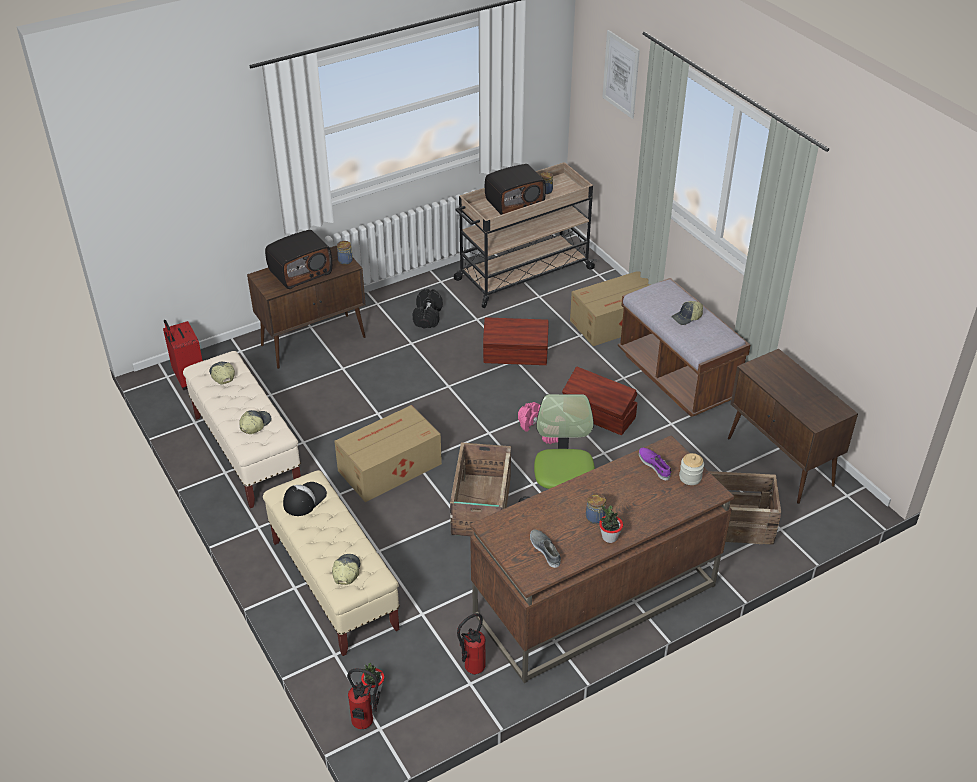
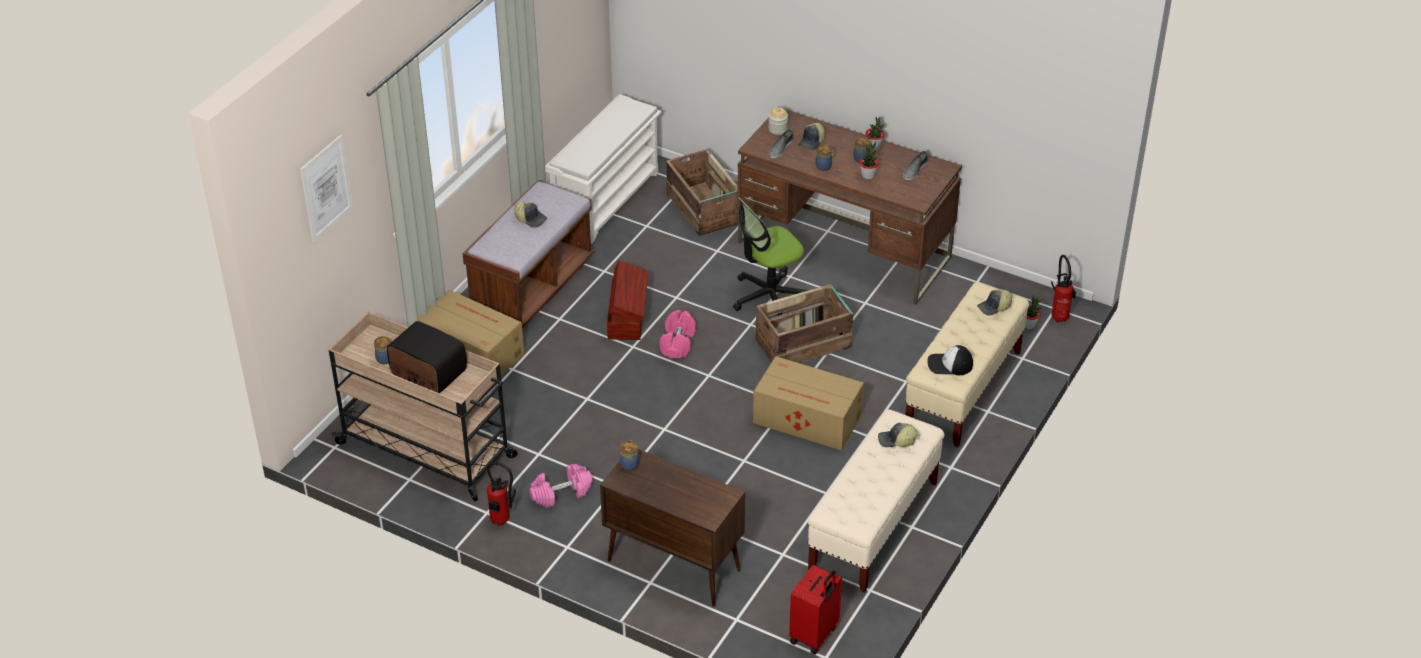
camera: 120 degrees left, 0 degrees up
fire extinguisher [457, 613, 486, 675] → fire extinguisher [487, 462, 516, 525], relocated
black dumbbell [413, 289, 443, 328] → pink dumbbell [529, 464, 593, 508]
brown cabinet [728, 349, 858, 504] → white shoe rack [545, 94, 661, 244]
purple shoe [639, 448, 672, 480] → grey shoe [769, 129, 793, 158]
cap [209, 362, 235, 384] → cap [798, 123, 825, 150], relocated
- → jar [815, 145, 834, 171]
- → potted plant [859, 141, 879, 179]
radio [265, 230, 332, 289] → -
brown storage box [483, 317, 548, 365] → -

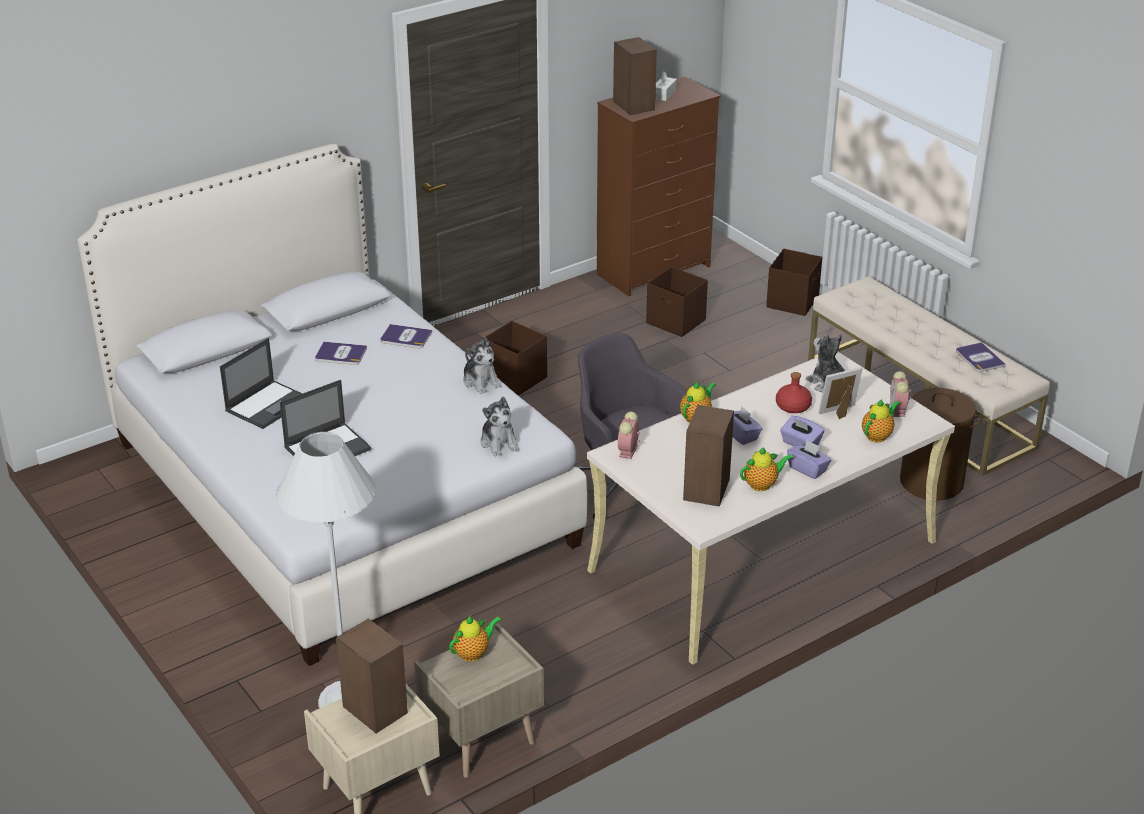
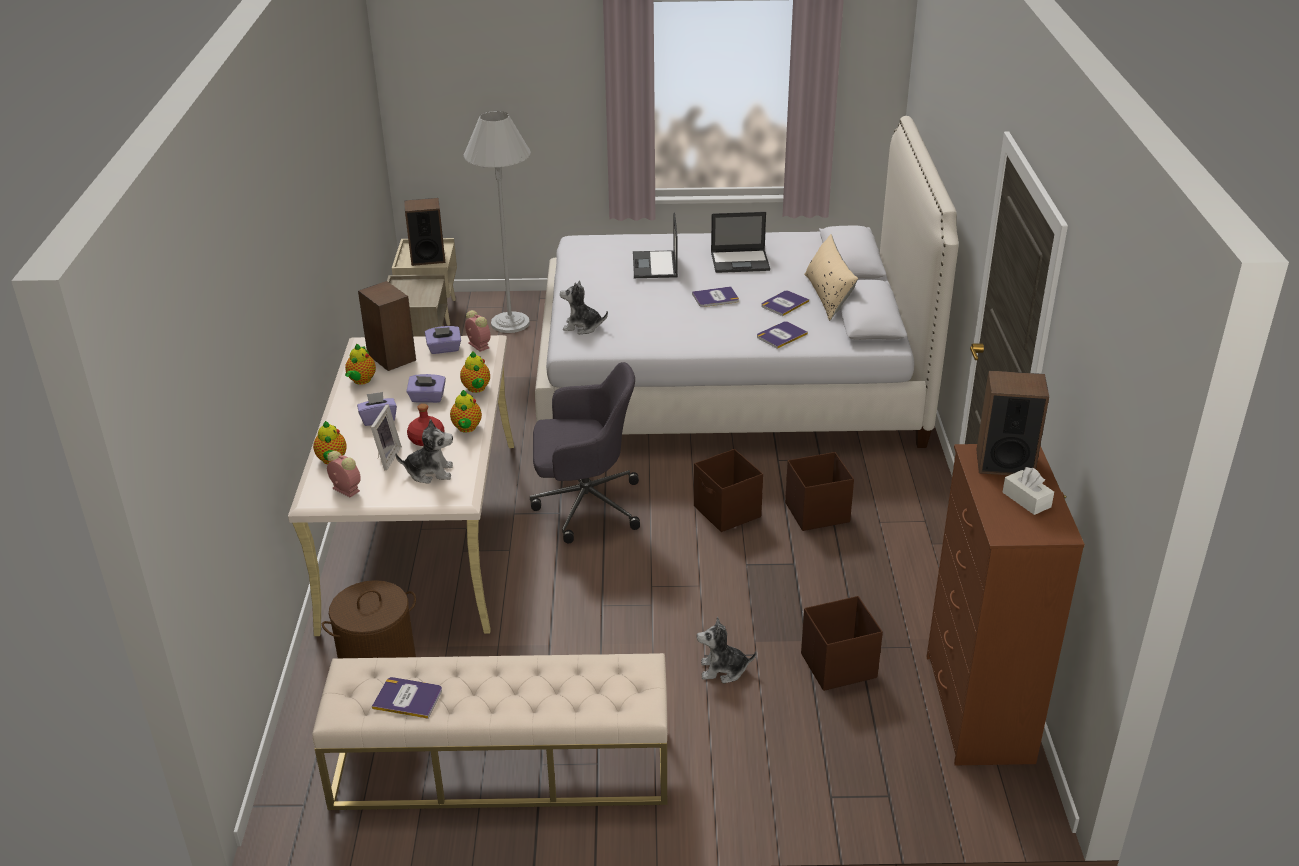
camera: 125 degrees right, 0 degrees up
purple tissue box [787, 440, 831, 479] → purple tissue box [425, 326, 461, 354], relocated
teapot [449, 616, 502, 662] → teapot [450, 390, 482, 433], relocated
- → book [692, 286, 739, 307]
brown storage box [766, 249, 822, 316] → brown storage box [694, 449, 763, 532], relocated
plush toy [463, 336, 502, 394] → plush toy [697, 617, 756, 683], relocated
laptop [220, 338, 302, 429] → laptop [711, 212, 770, 273], 75 degrees counterclockwise
- → beige pillow [804, 234, 858, 321]

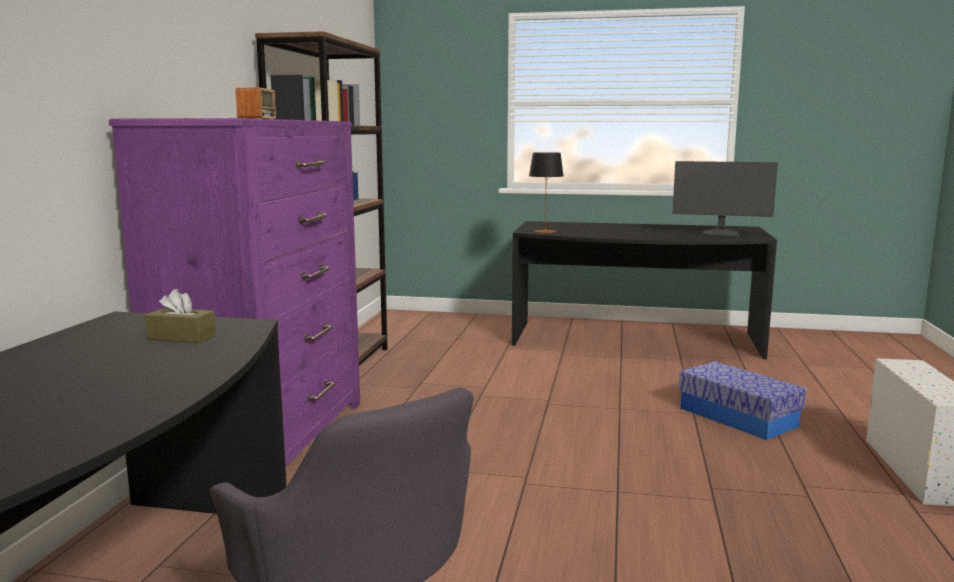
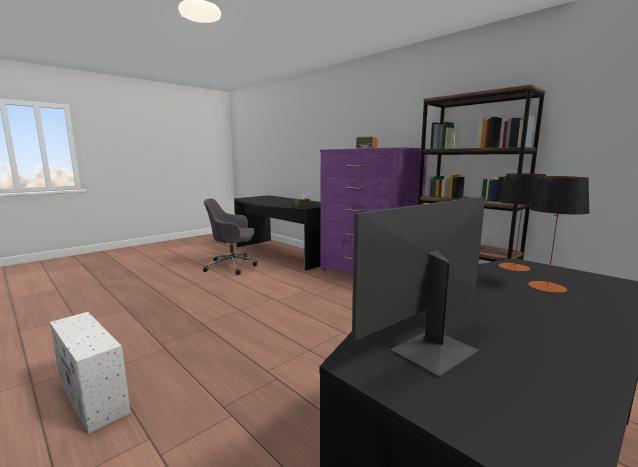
camera: 125 degrees right, 0 degrees up
- → table lamp [528, 176, 590, 293]
storage box [679, 361, 806, 440] → -

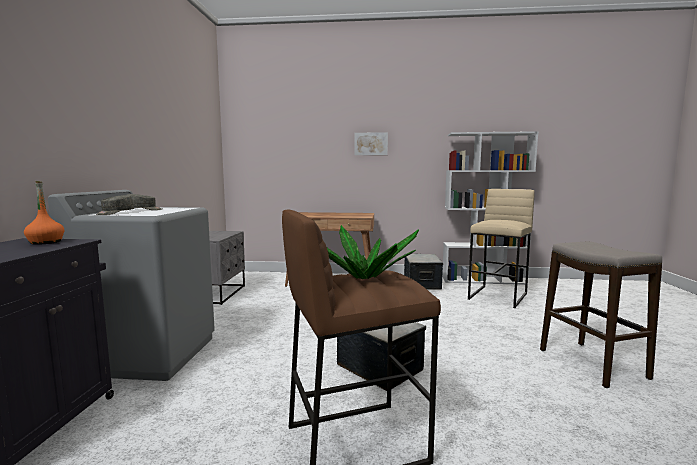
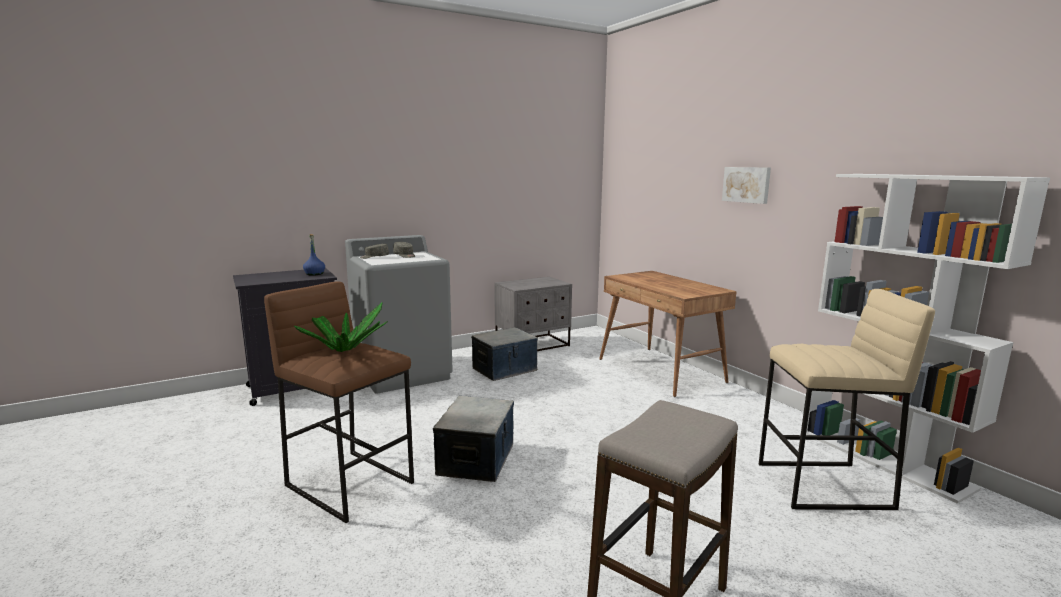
camera: 55 degrees right, 5 degrees up
orange bottle [24, 181, 64, 245] → blue bottle [303, 234, 325, 276]
storage box [404, 254, 443, 290] → storage box [471, 327, 538, 381], relocated

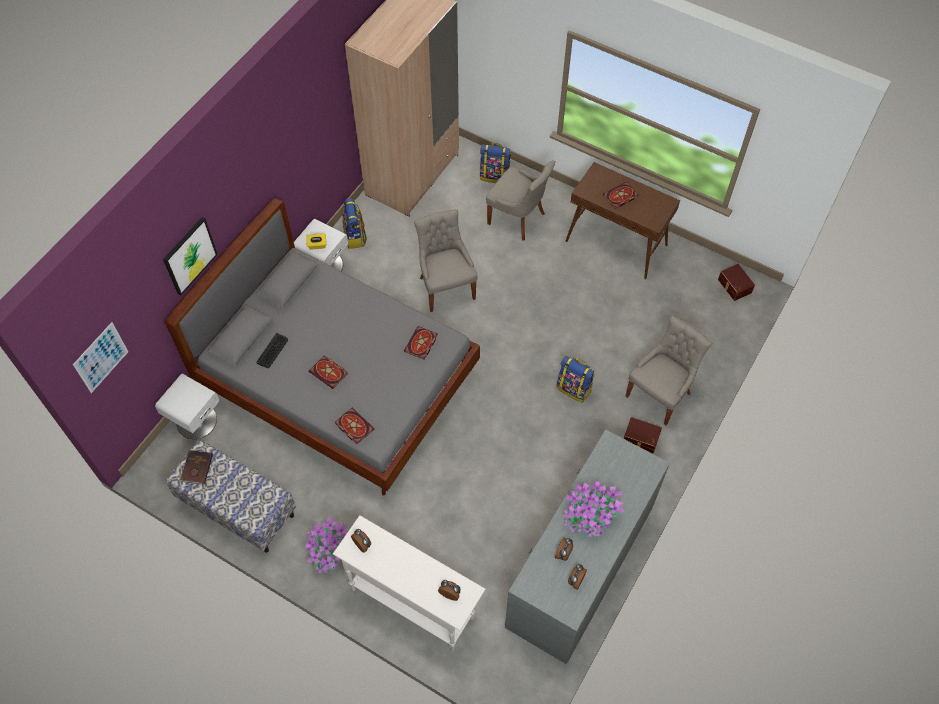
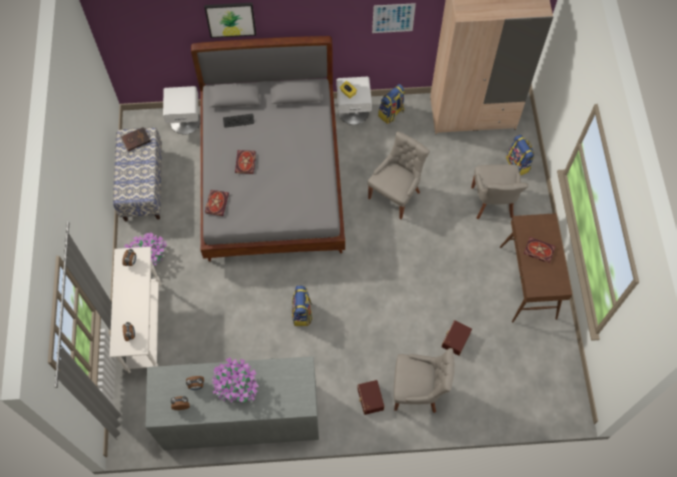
camera: 55 degrees right, 5 degrees up
backpack [556, 356, 595, 403] → backpack [292, 285, 312, 326], relocated
picture [73, 322, 128, 393] → picture [372, 3, 416, 33], relocated
brown storage box [718, 264, 755, 301] → brown storage box [441, 320, 472, 356], relocated
book [404, 326, 438, 360] → -

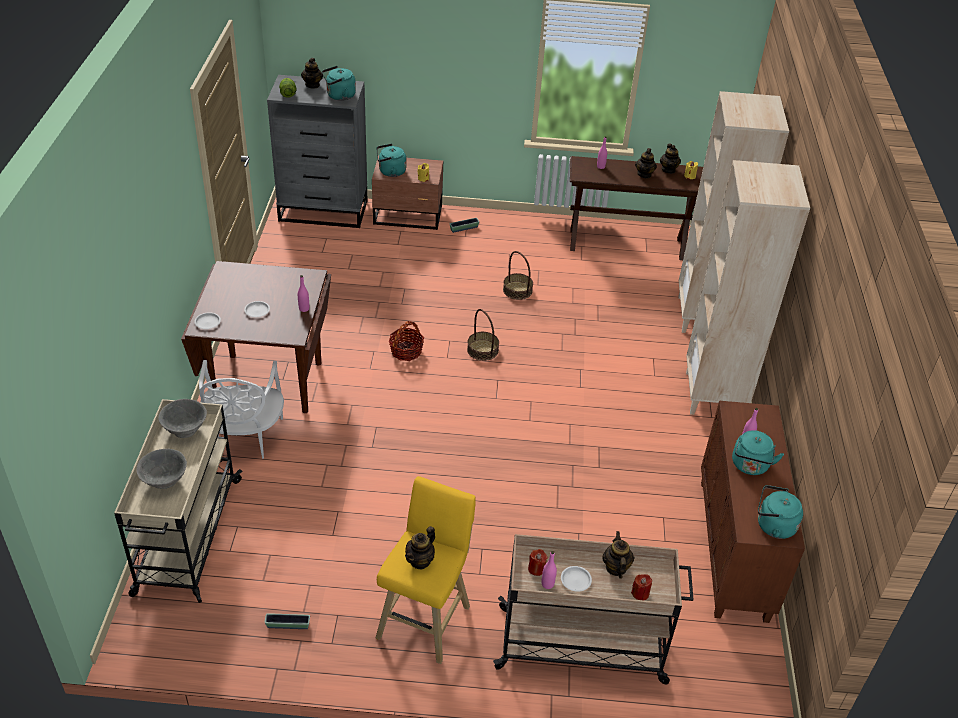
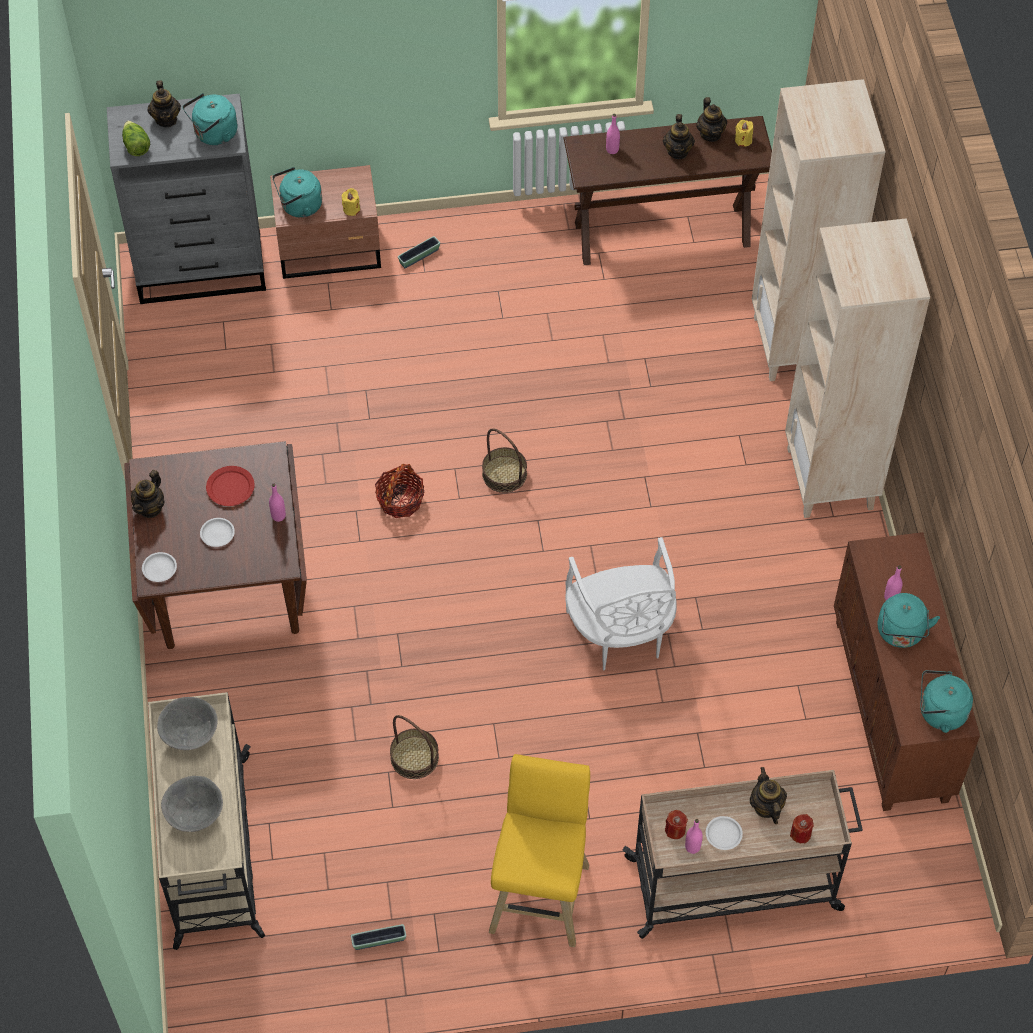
camera: 10 degrees left, 15 degrees up
teapot [405, 526, 435, 569] → teapot [131, 470, 165, 518], relocated
- → red plate [206, 466, 255, 506]
basket [503, 251, 533, 300] → basket [390, 715, 439, 779], relocated
white chair [199, 360, 284, 459] → white chair [565, 537, 677, 671], relocated

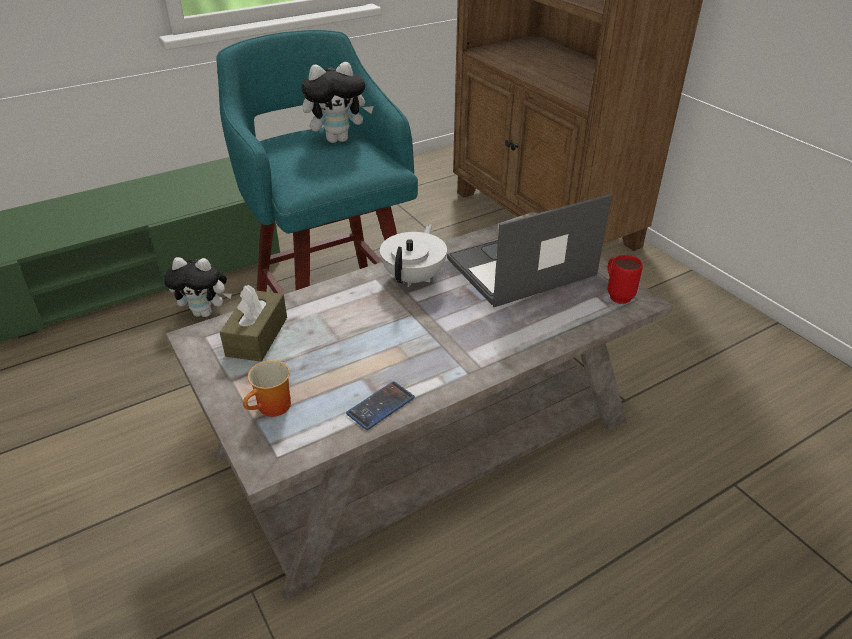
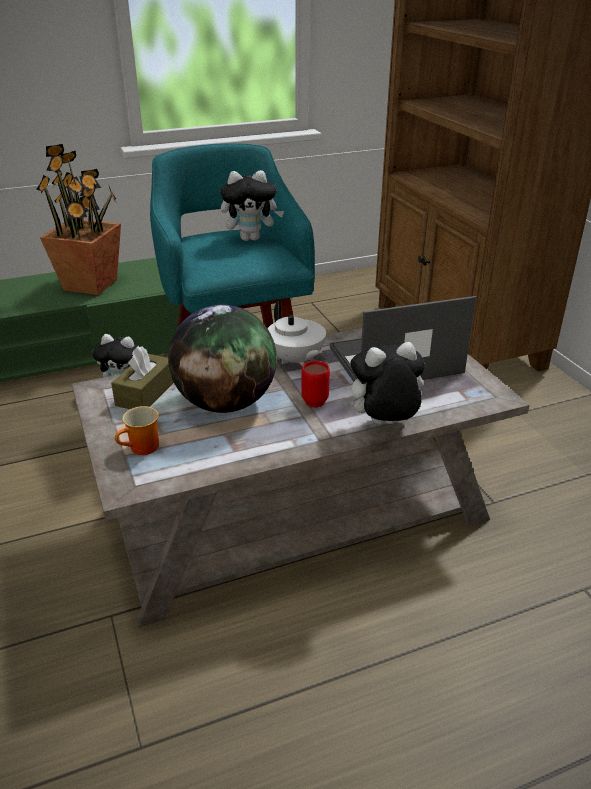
camera: 10 degrees right, 5 degrees down
- → potted plant [36, 144, 121, 295]
- → globe [168, 305, 277, 413]
white teapot [380, 224, 447, 287] → white teapot [267, 301, 326, 366], 120 degrees clockwise
red mug [608, 255, 643, 304] → red mug [301, 361, 330, 408], relocated
- → plush toy [342, 342, 425, 425]
phone [346, 381, 415, 430] → -

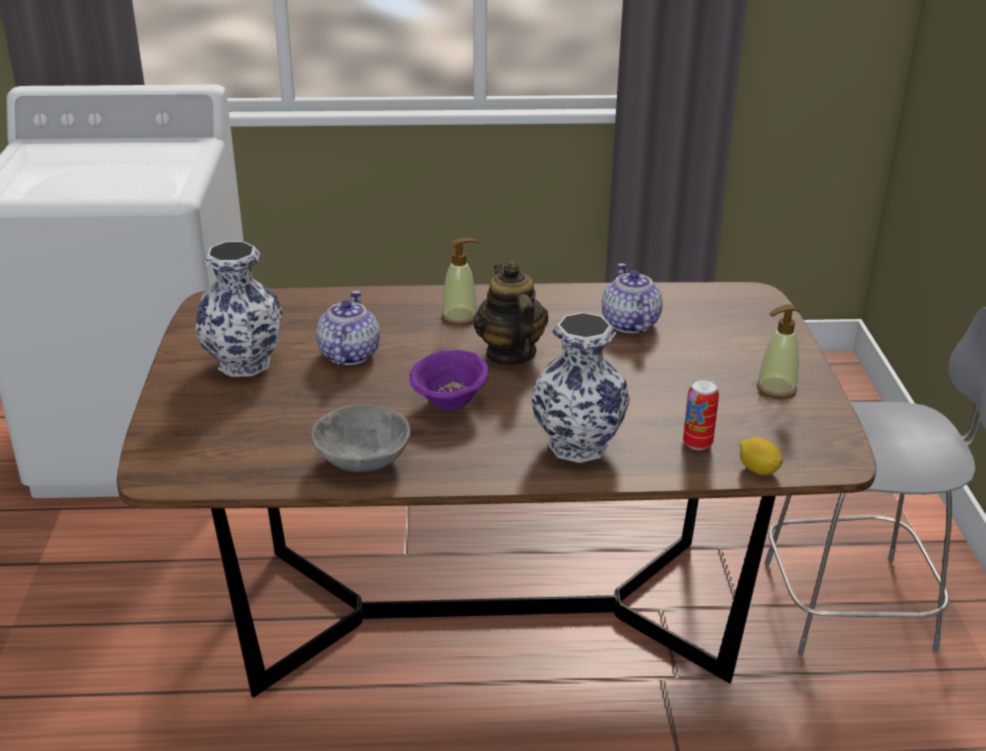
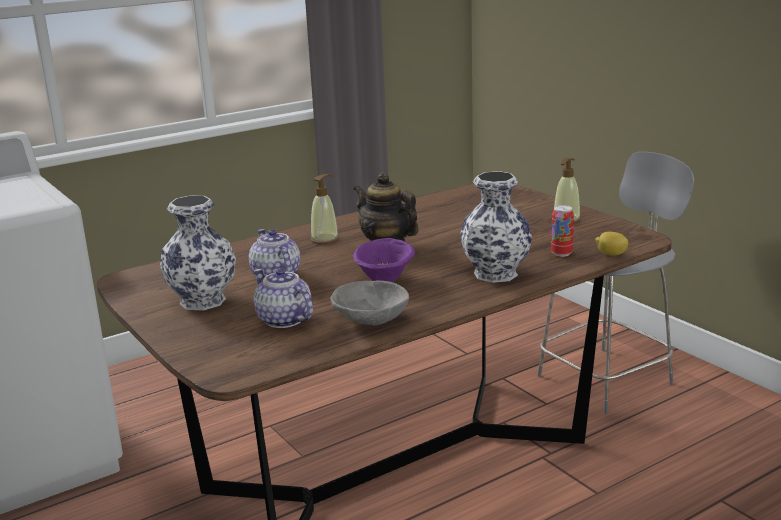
camera: 30 degrees left, 10 degrees down
teapot [602, 263, 663, 333] → teapot [253, 268, 313, 328], relocated

